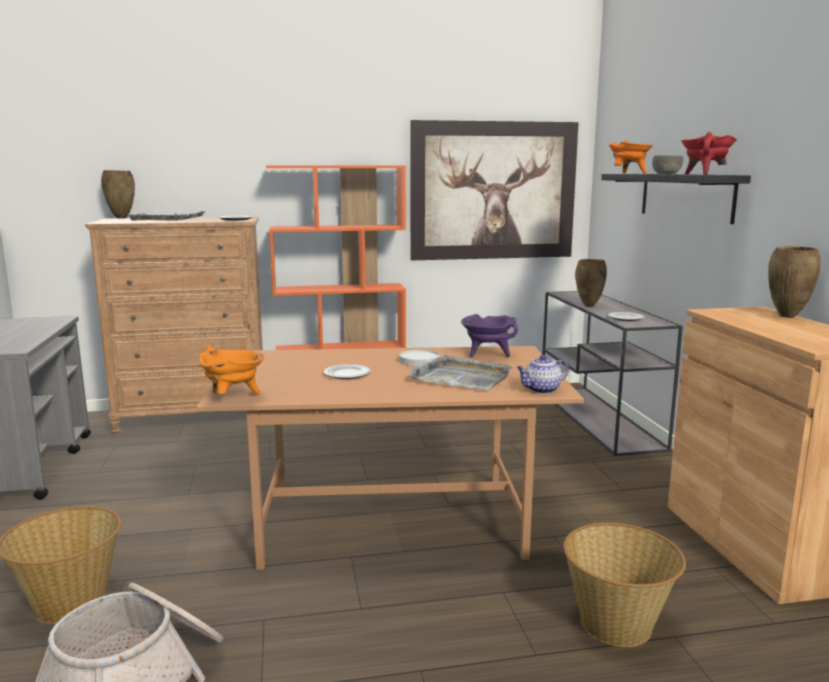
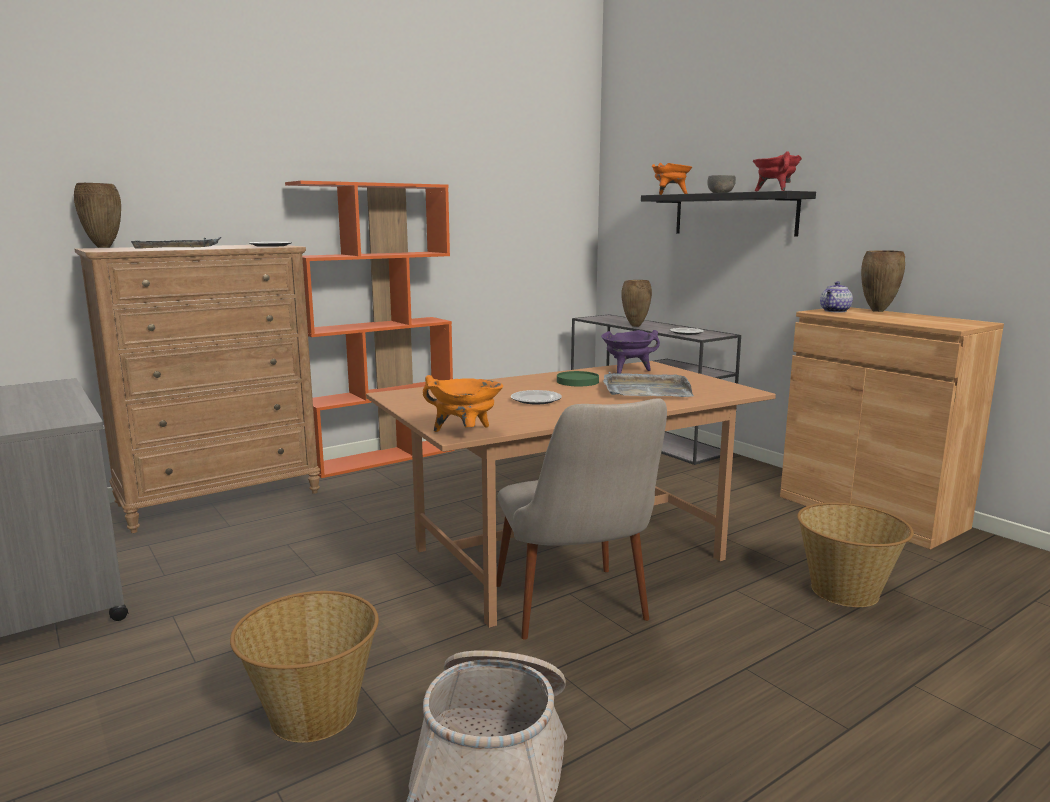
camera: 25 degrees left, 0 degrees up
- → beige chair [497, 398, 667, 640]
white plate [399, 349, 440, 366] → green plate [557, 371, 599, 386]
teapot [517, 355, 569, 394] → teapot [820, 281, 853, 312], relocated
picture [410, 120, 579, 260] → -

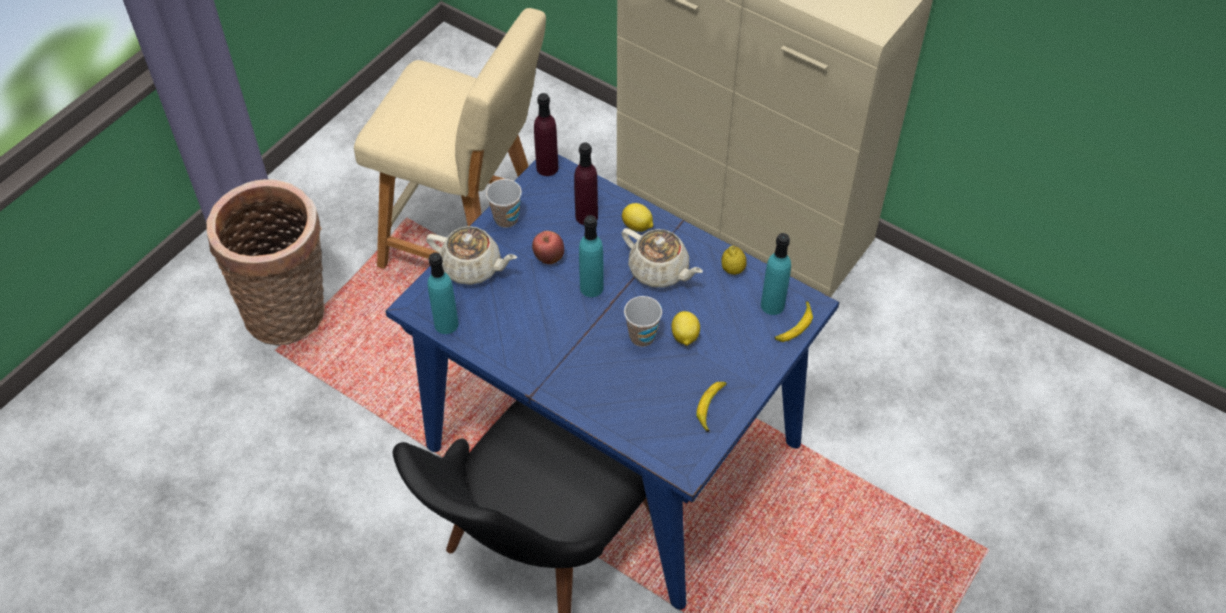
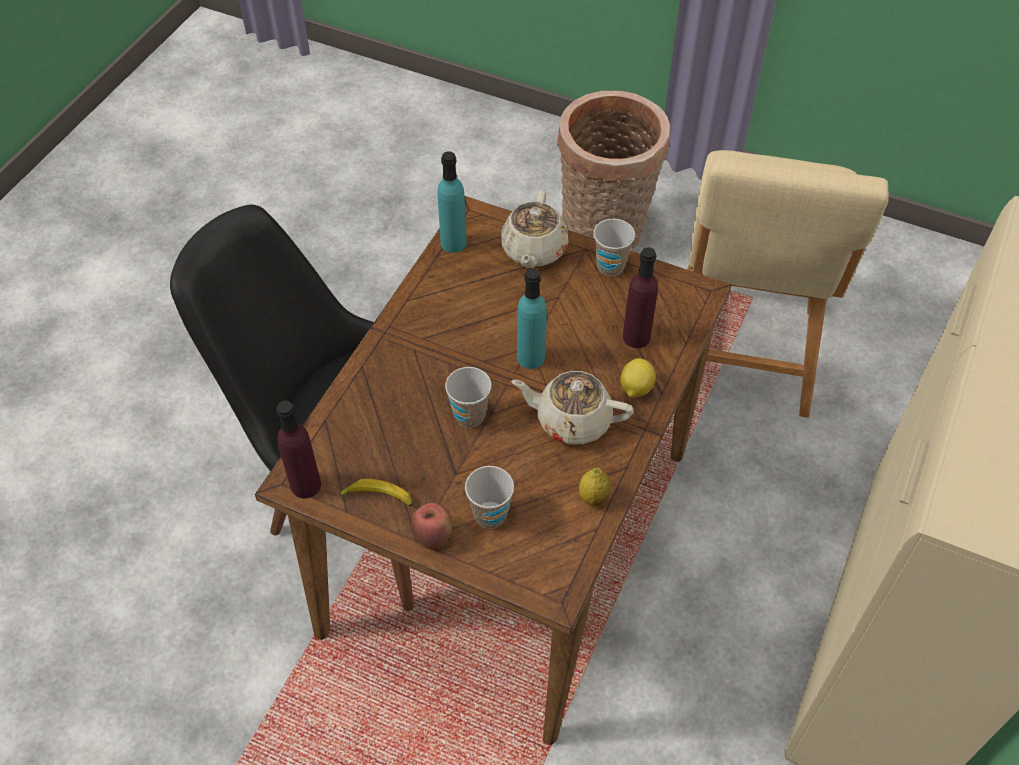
camera: 80 degrees right, 0 degrees up
blue dining table [385, 154, 839, 610] → brown dining table [255, 196, 732, 745]
purple bottle [534, 93, 558, 176] → purple bottle [276, 401, 321, 498], relocated
apple [532, 231, 564, 264] → apple [411, 503, 453, 550], relocated
- → cup [465, 466, 514, 529]
beige teapot [622, 228, 703, 288] → beige teapot [511, 371, 634, 445], 75 degrees clockwise
lemon [672, 311, 700, 346] → -
turquoise bottle [761, 233, 791, 315] → -
banana [774, 301, 813, 342] → -

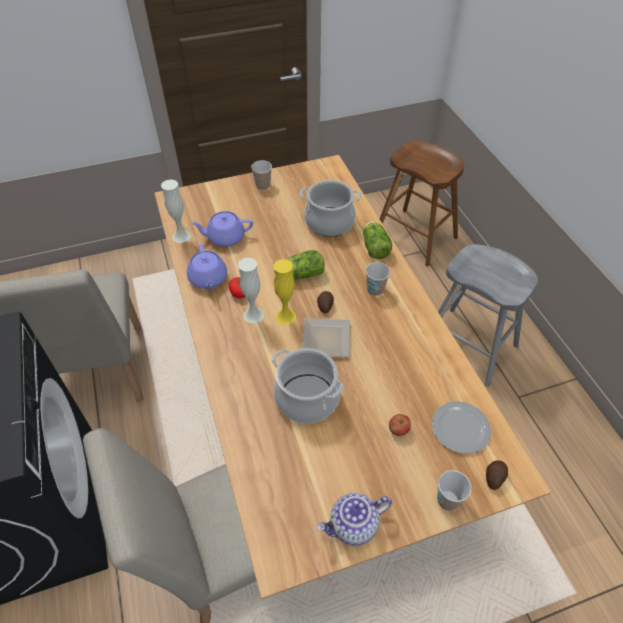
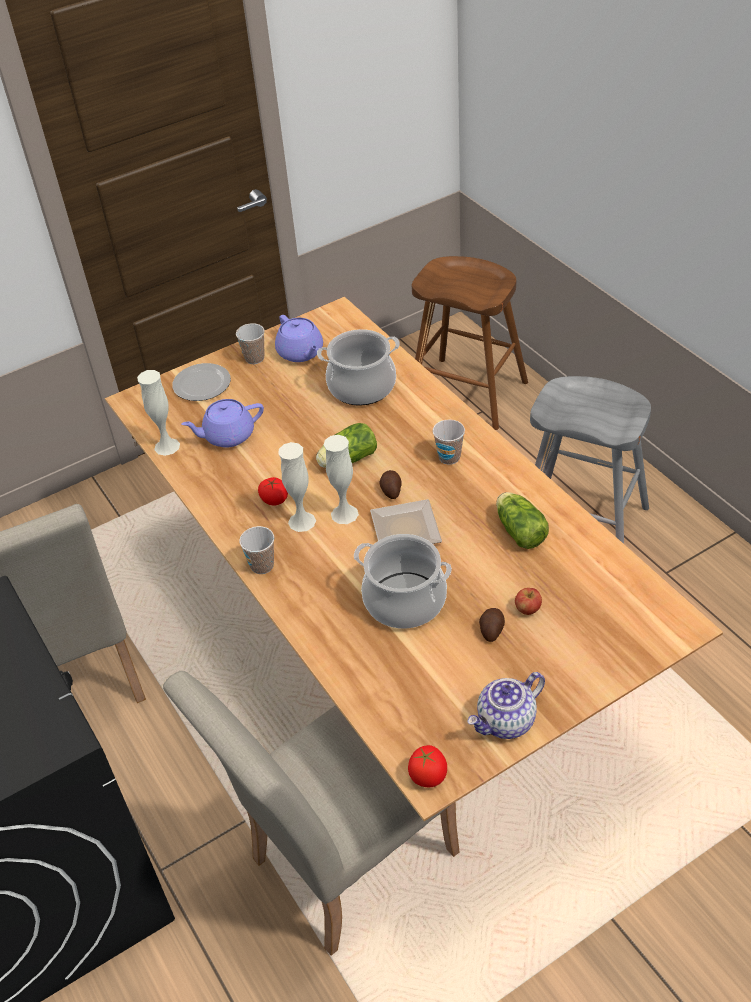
camera: 10 degrees left, 5 degrees down
plate [432, 401, 491, 454] → plate [172, 363, 231, 401], relocated
cup [437, 470, 472, 511] → cup [239, 526, 274, 574], relocated
purple teapot [187, 244, 227, 289] → purple teapot [275, 315, 323, 362], relocated
yellow vase [273, 259, 296, 325] → white vase [324, 435, 359, 524]
- → tomato [408, 745, 447, 787]
potato [486, 460, 508, 490] → potato [479, 608, 505, 642], relocated
lettuce [363, 221, 392, 259] → lettuce [496, 492, 549, 549], relocated

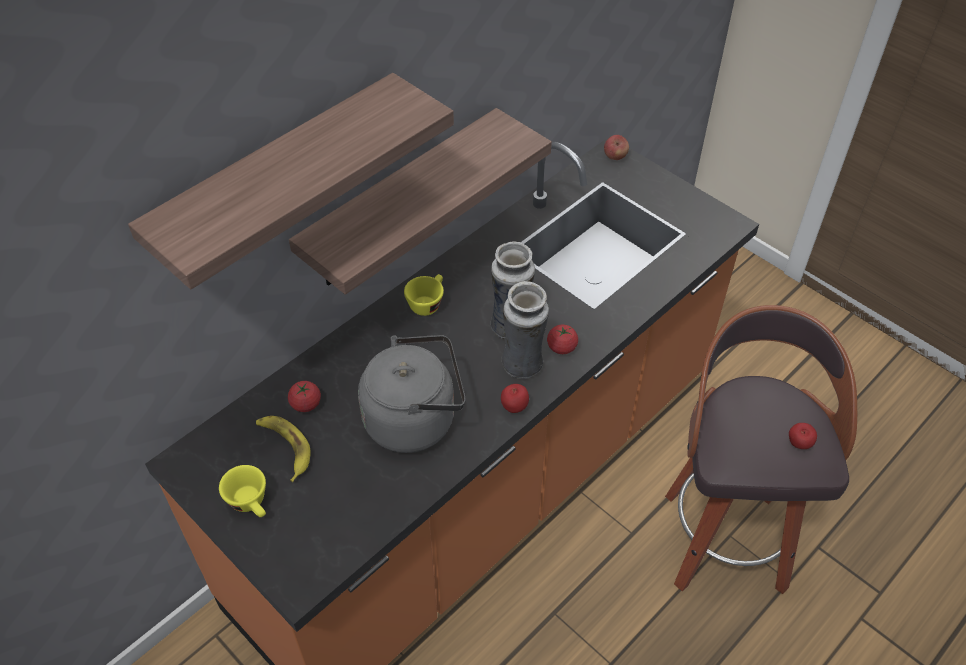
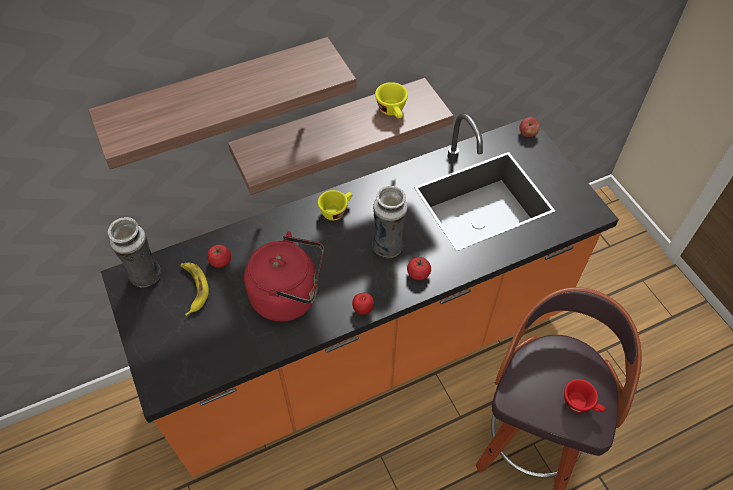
camera: 20 degrees right, 5 degrees up
vase [502, 281, 549, 379] → vase [108, 217, 161, 287], relocated
grey kettle [358, 335, 465, 453] → red kettle [244, 232, 324, 322]
yellow cup [219, 465, 266, 517] → yellow cup [375, 82, 408, 118], relocated
apple [789, 423, 817, 449] → red cup [564, 379, 606, 413]

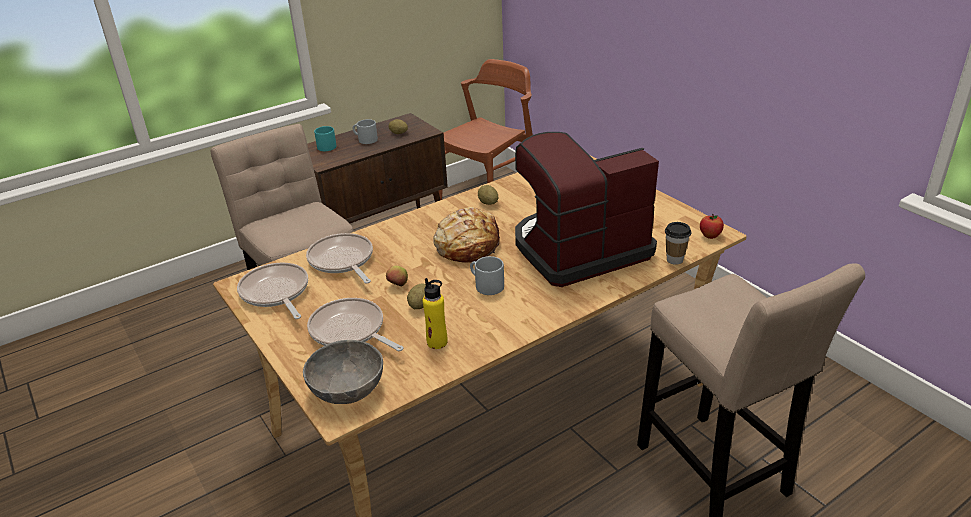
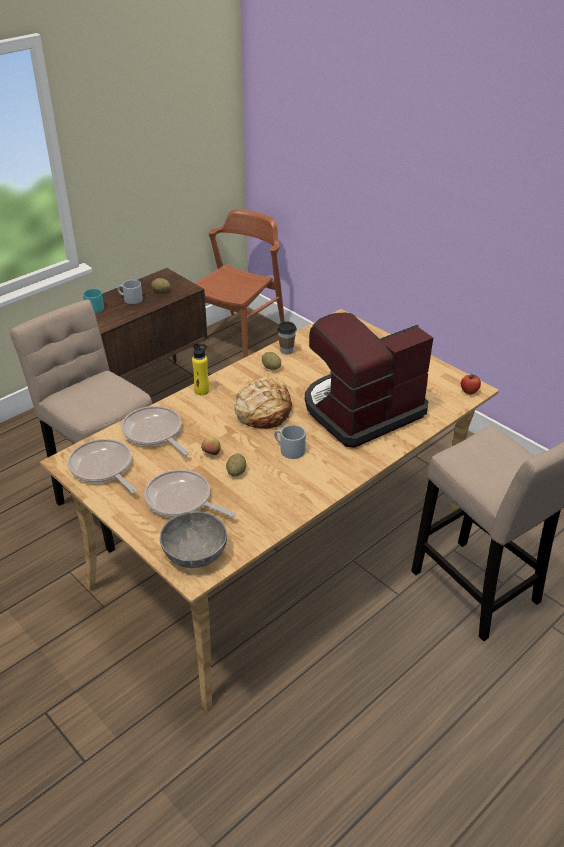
camera: 10 degrees left, 5 degrees up
yellow bottle [422, 278, 448, 349] → yellow bottle [192, 343, 209, 395], relocated
cup [665, 222, 691, 265] → cup [277, 322, 297, 354], relocated

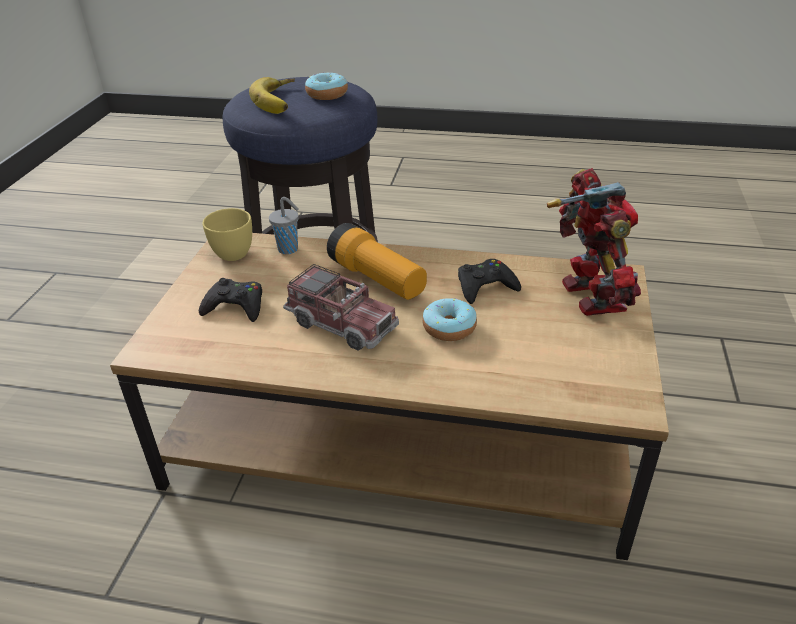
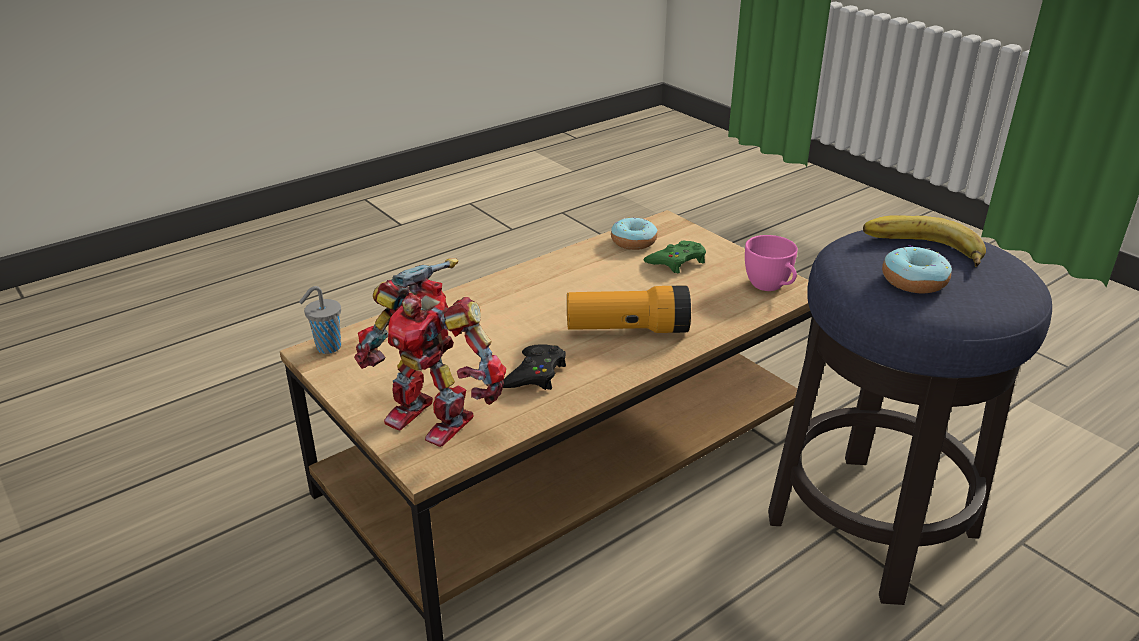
camera: 130 degrees right, 5 degrees down
grey cup [269, 197, 299, 254] → grey cup [299, 286, 341, 354], relocated
donut [422, 298, 477, 341] → donut [611, 217, 657, 250], relocated
black game controller [199, 278, 262, 322] → green game controller [644, 241, 706, 273]
yellow cup [202, 208, 252, 261] → pink cup [745, 235, 798, 291]
toy truck [283, 264, 399, 351] → -

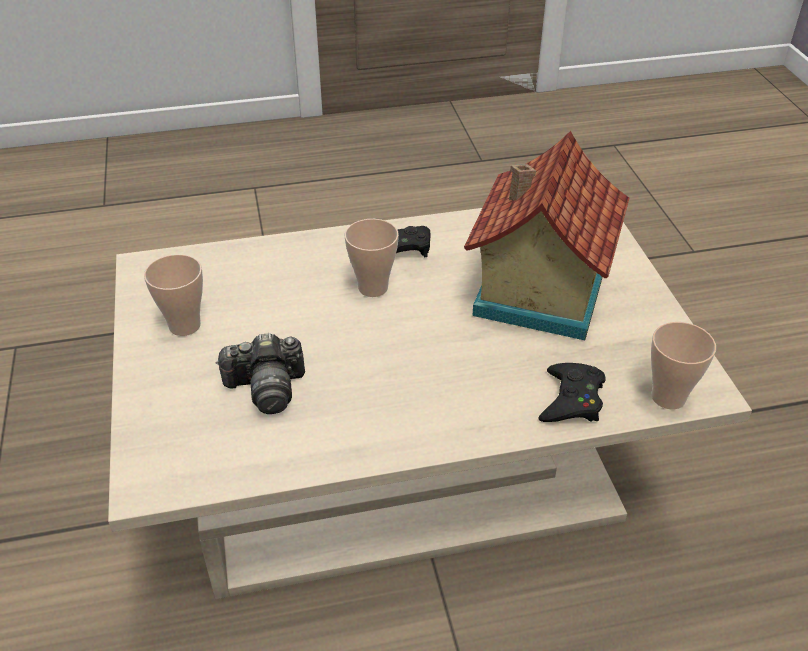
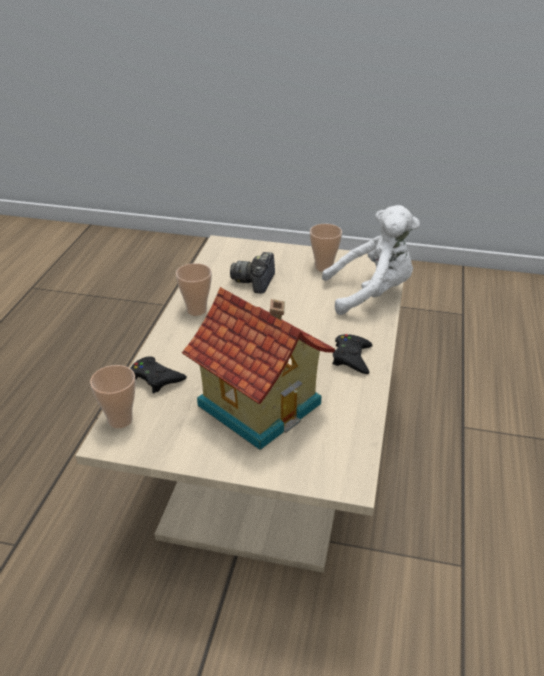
camera: 115 degrees right, 5 degrees down
cup [345, 219, 399, 297] → cup [176, 263, 212, 316], relocated
- → white plush toy [322, 205, 420, 315]

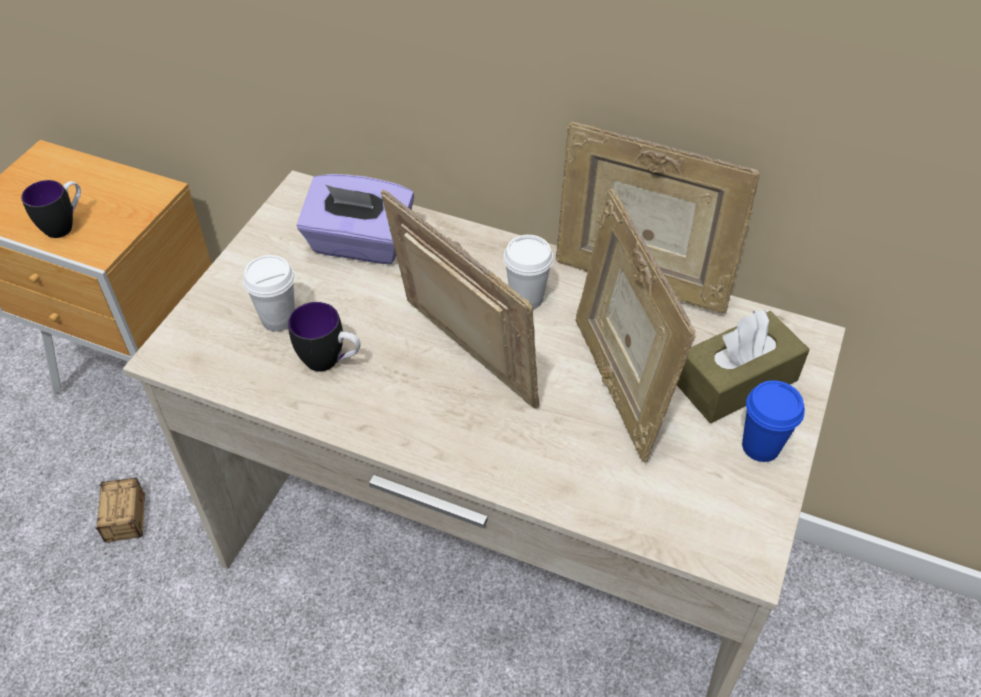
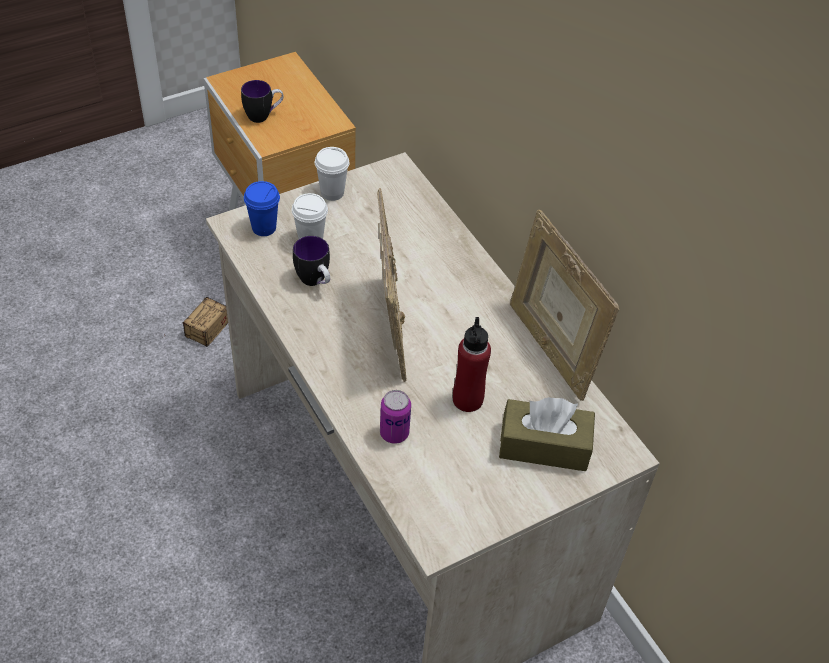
camera: 35 degrees right, 0 degrees up
blue cup [742, 380, 805, 462] → blue cup [244, 181, 280, 236], relocated
white cup [503, 235, 554, 309] → white cup [315, 147, 350, 201], relocated
- → can [380, 390, 411, 444]
picture frame [575, 188, 696, 462] → red bottle [453, 317, 491, 412]
purple tissue box [297, 174, 414, 264] → -

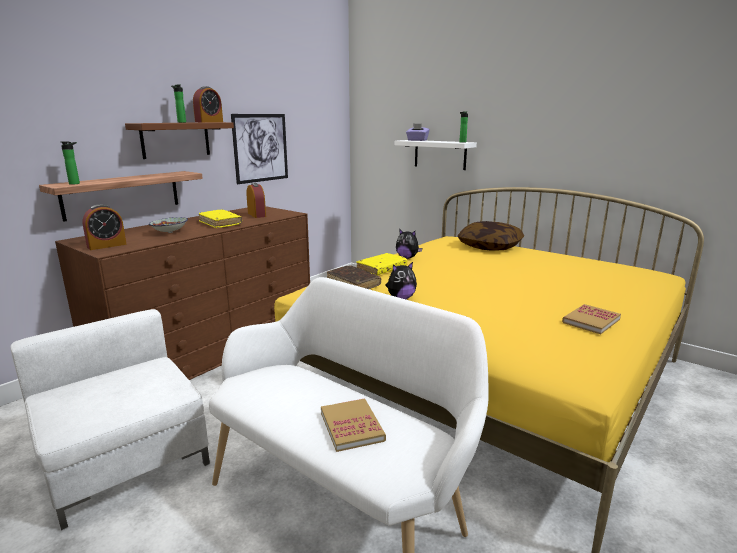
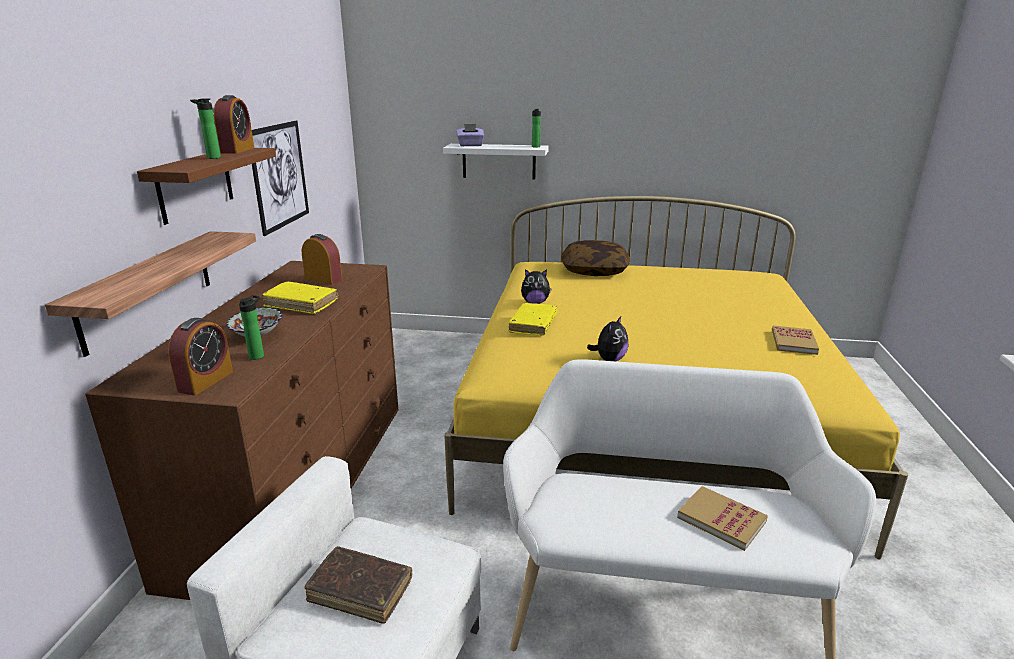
camera: 30 degrees left, 5 degrees up
bottle [61, 141, 80, 185] → bottle [239, 295, 264, 360], relocated
brown book [327, 265, 381, 289] → brown book [304, 546, 412, 624], relocated

